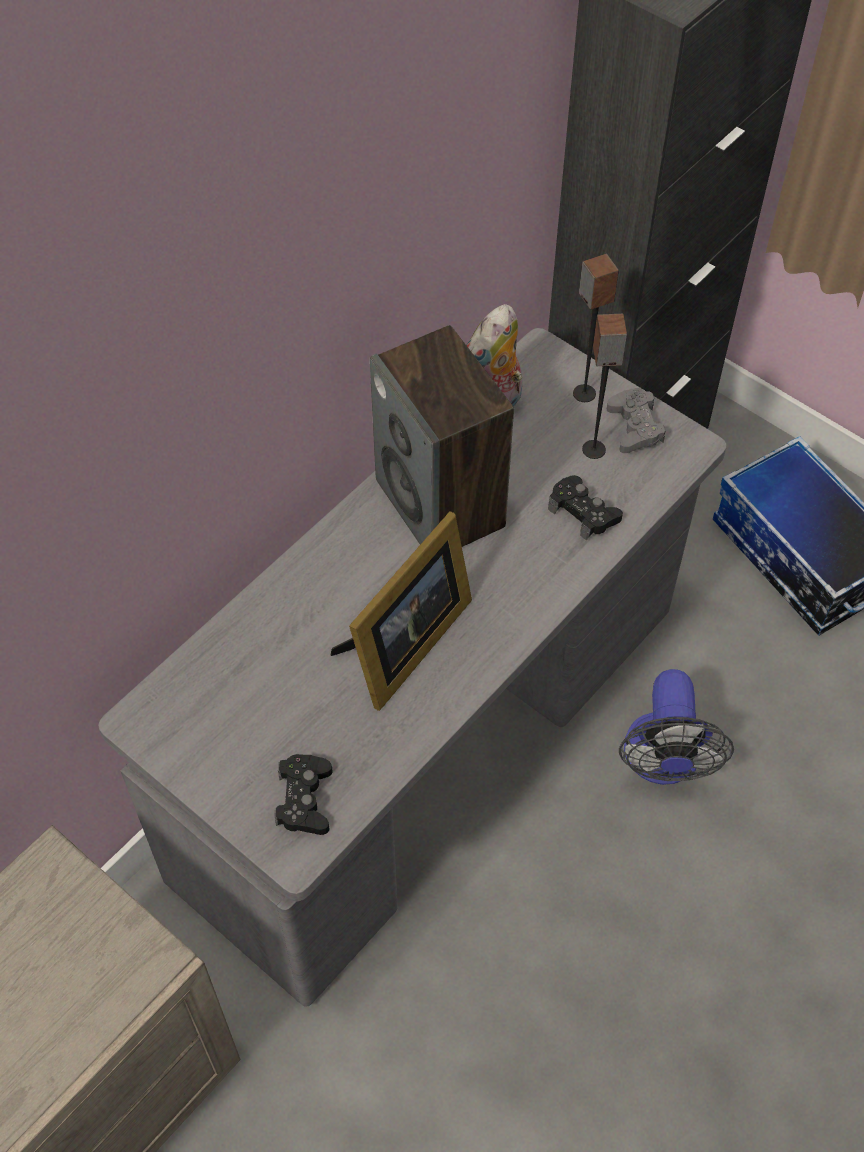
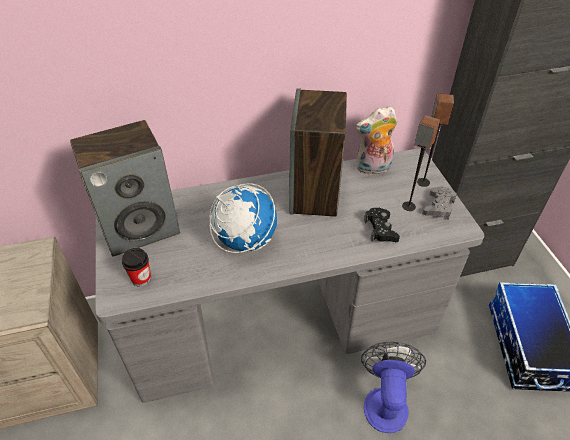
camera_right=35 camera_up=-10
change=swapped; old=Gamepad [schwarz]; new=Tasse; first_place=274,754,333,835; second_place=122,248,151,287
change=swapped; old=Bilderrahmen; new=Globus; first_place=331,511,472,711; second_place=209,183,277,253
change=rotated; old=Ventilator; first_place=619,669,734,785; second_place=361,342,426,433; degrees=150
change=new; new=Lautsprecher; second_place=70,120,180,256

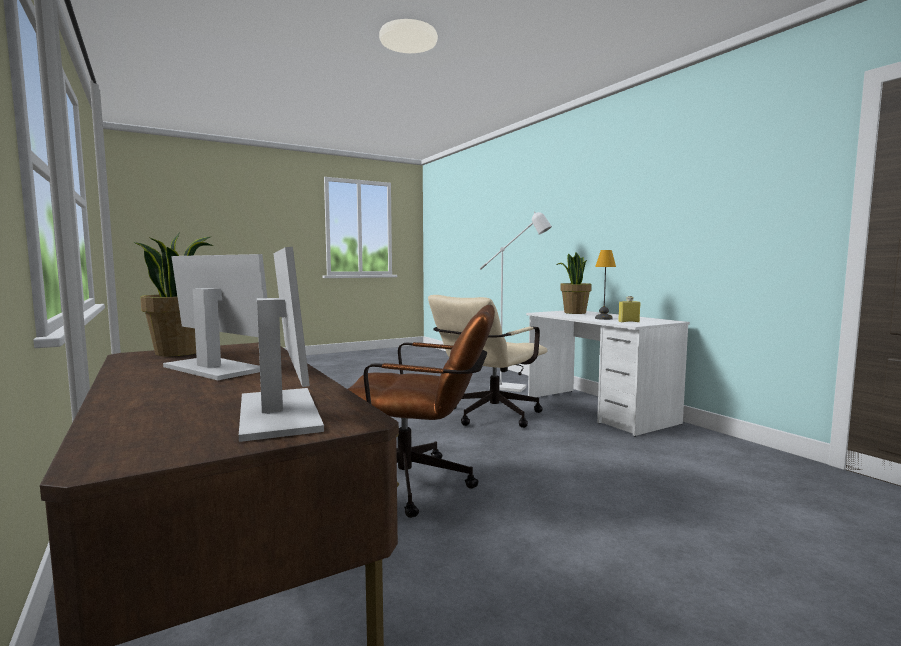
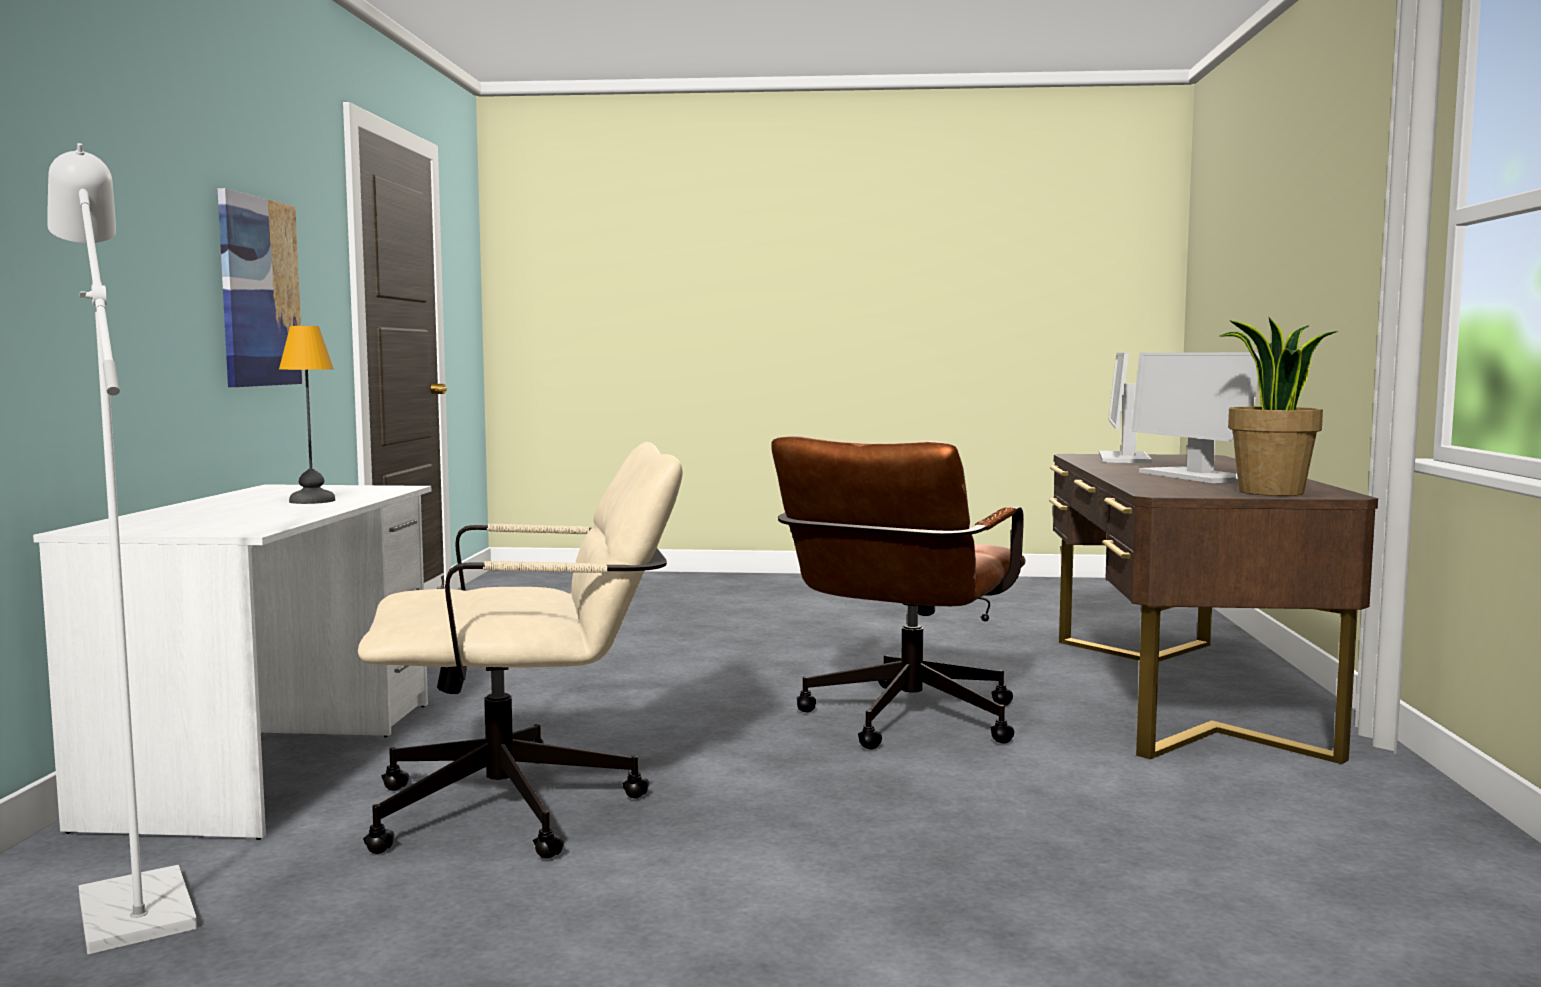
camera_right=-145 camera_up=0
change=rotated; old=Bürostuhl [braun]; first_place=348,305,495,518; second_place=771,436,1025,750; degrees=-105
change=gone; old=Topfpflanze; first_place=557,252,592,314
change=gone; old=Flasche [gelb]; first_place=618,296,640,322
change=new; new=Bild; second_place=218,188,304,387

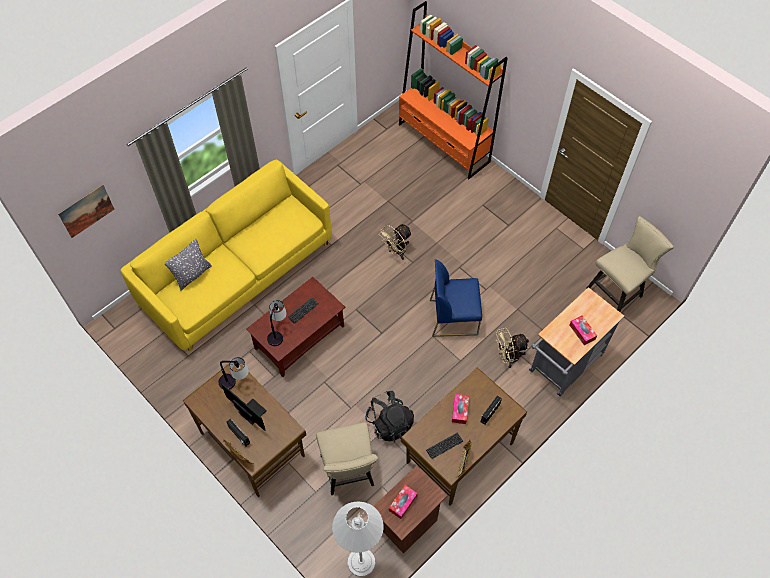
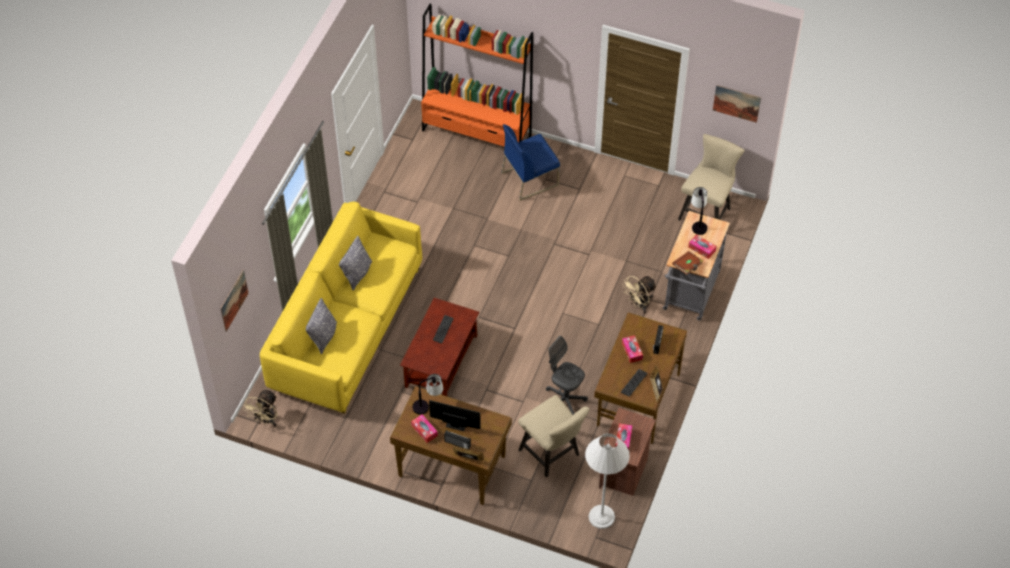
camera_right=-25 camera_up=-5
change=shifted; old=Tischlampe; first_place=267,300,287,346; second_place=691,187,707,235
change=swapped; old=Rucksack [schwarz]; new=Bürostuhl [grau]; first_place=365,391,414,442; second_place=546,336,588,415
change=shifted; old=Ventilator [beige]; first_place=379,224,412,260; second_place=242,389,278,427
change=shifted; old=Stuhl [blau]; first_place=430,259,482,337; second_place=502,124,560,201
change=new; new=Kissen [grau]; second_place=339,236,372,290
change=new; new=Taschentuchbox; second_place=411,414,438,443
change=new; new=Buch [braun]; second_place=672,251,704,275
change=new; new=Bild; second_place=713,85,761,123

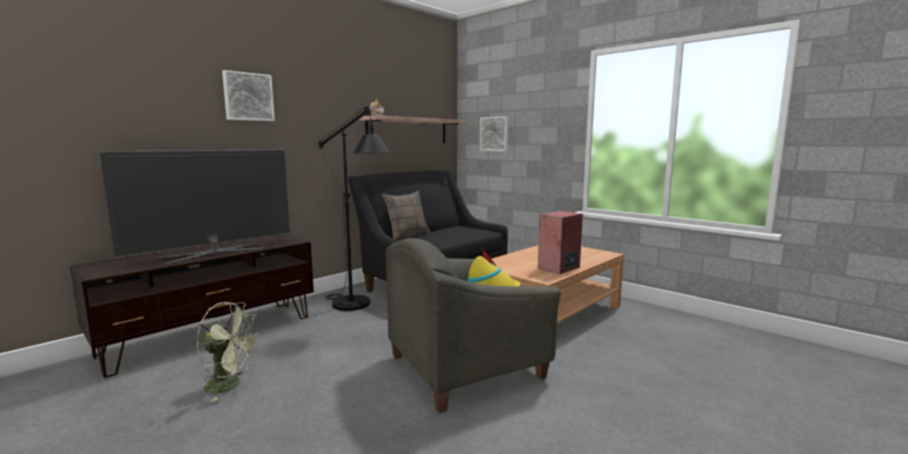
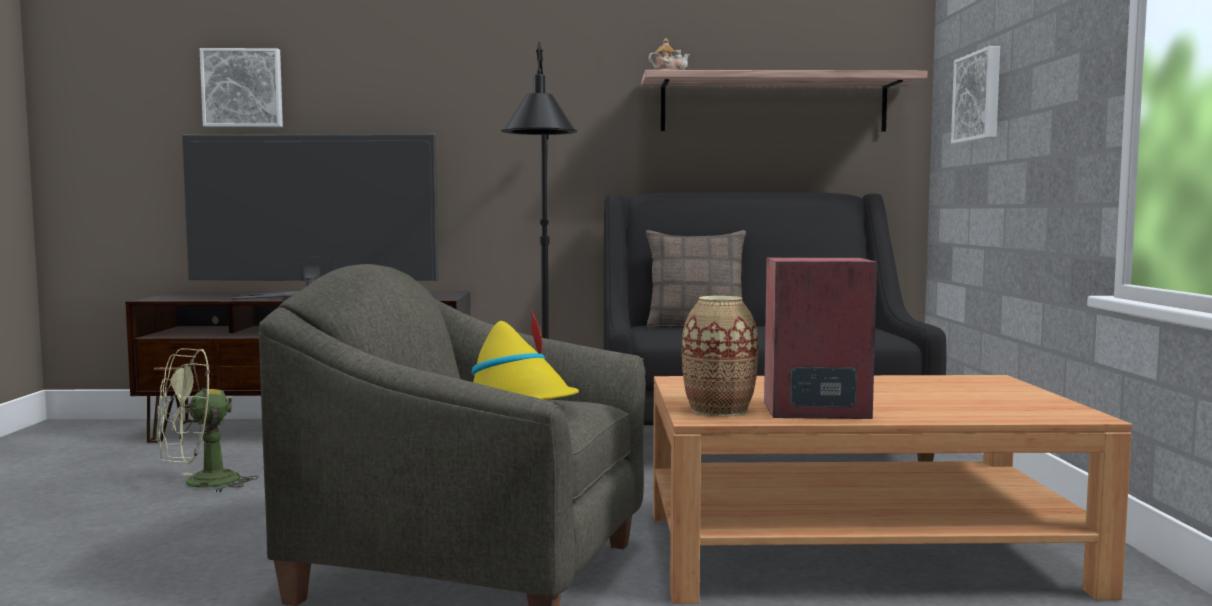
camera_right=45 camera_up=-5
change=rotated; old=Ventilator [grün]; first_place=197,302,261,402; second_place=157,348,259,493; degrees=90
change=shifted; old=Bild; first_place=222,70,275,121; second_place=200,48,283,127
change=new; new=Vase; second_place=682,296,758,416

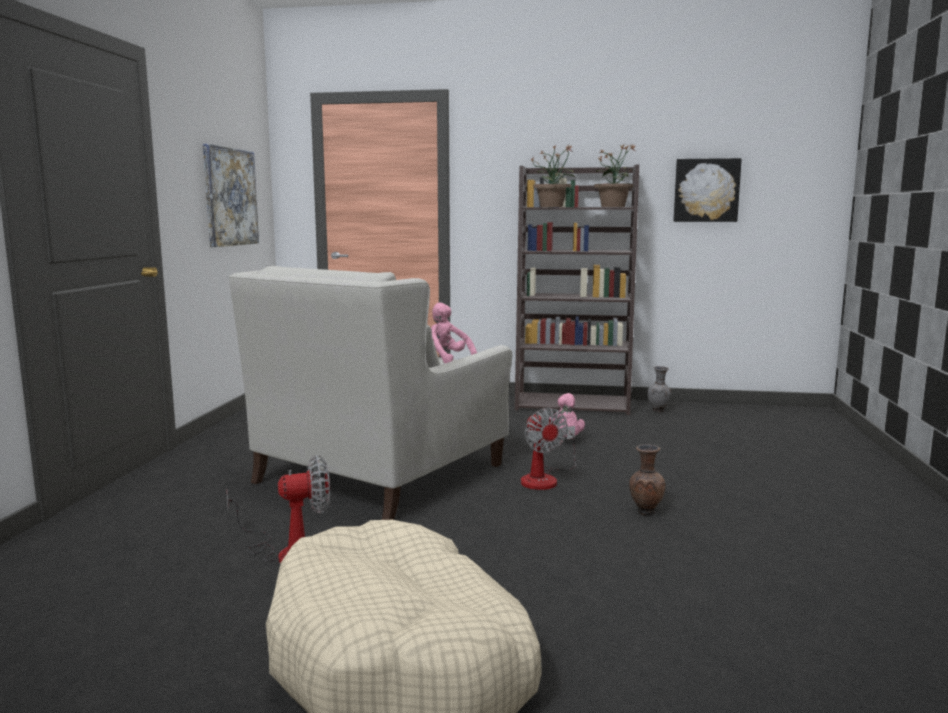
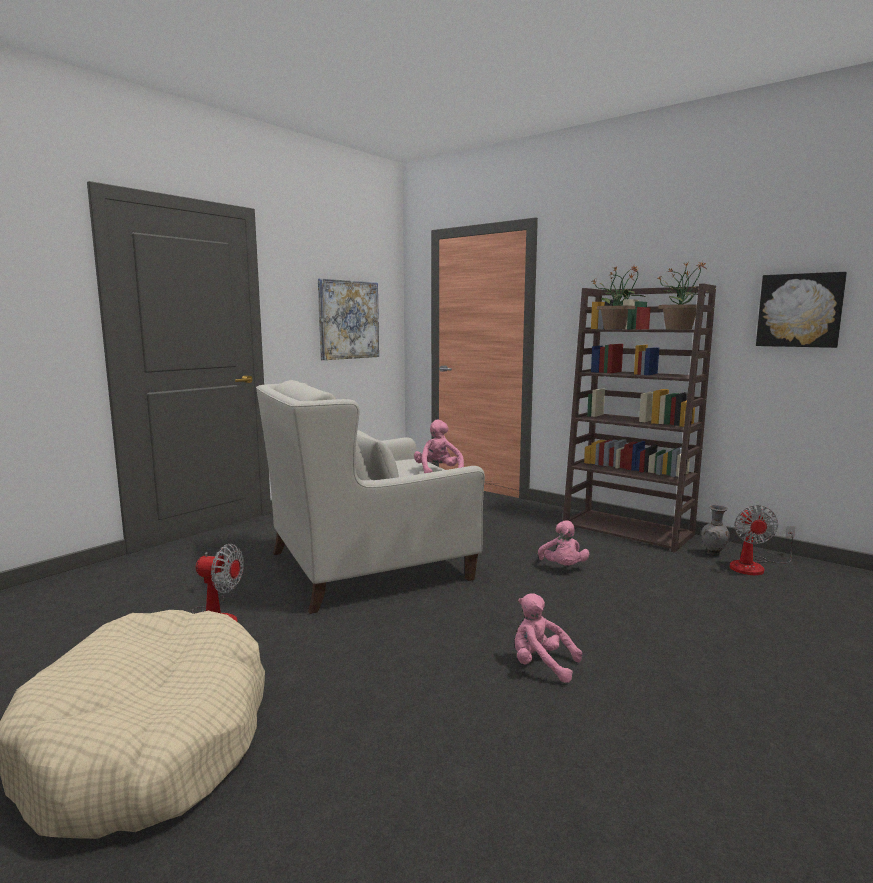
camera_right=30 camera_up=0
change=shifted; old=Ventilator; first_place=521,407,576,490; second_place=730,505,795,575
change=swapped; old=Vase [braun]; new=Plüschtier [rosa]; first_place=629,444,665,515; second_place=515,593,582,683

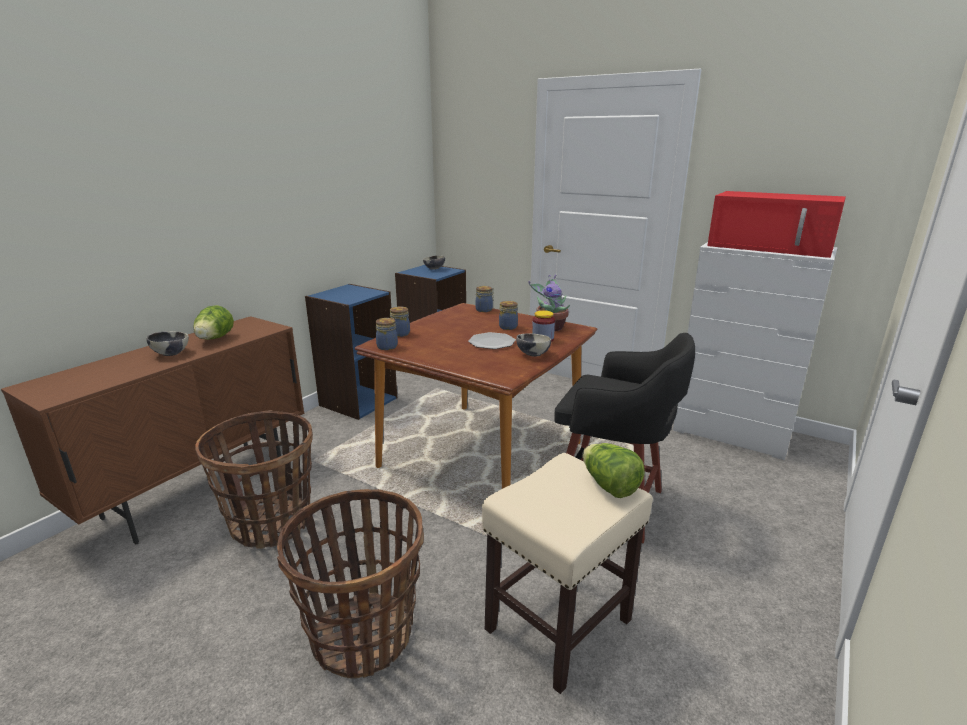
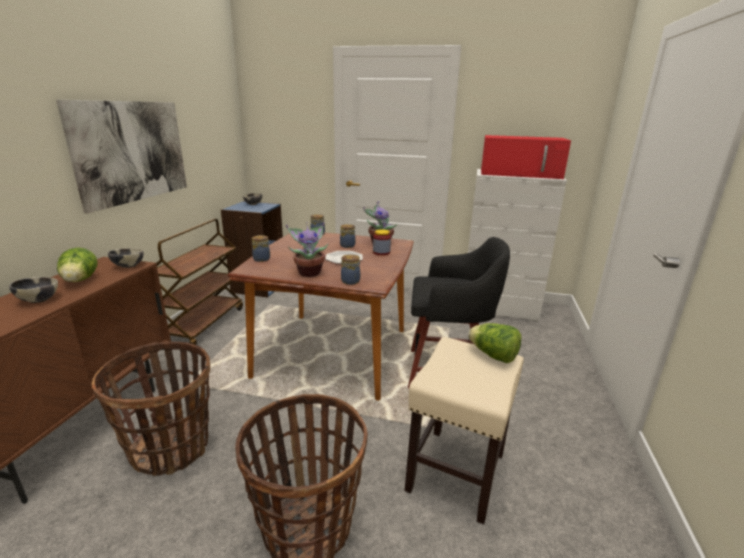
camera_right=-20 camera_up=0
change=swapped; old=Bücherregal [blau]; new=Rollwagen [braun]; first_place=305,284,397,420; second_place=156,219,243,345
change=shifted; old=Vorratsglas; first_place=376,318,398,350; second_place=341,254,360,285
change=shifted; old=Schüssel; first_place=516,334,551,356; second_place=108,248,144,268
change=new; new=Bild; second_place=56,100,187,214
change=new; new=Topfpflanze; second_place=286,222,329,277

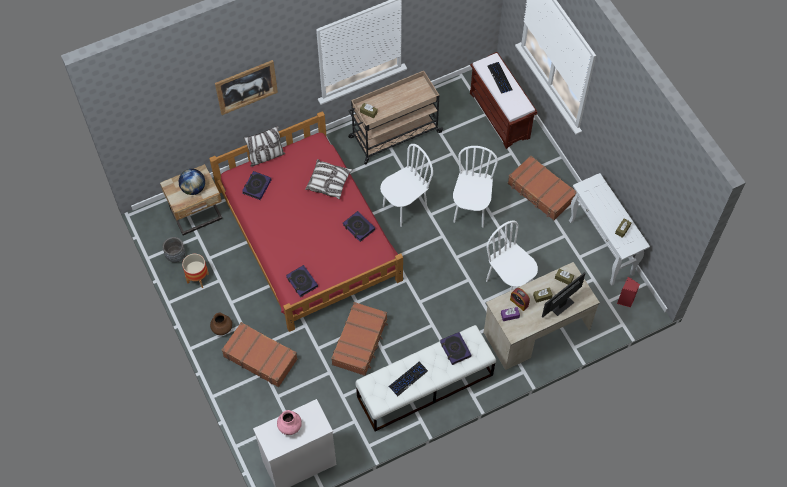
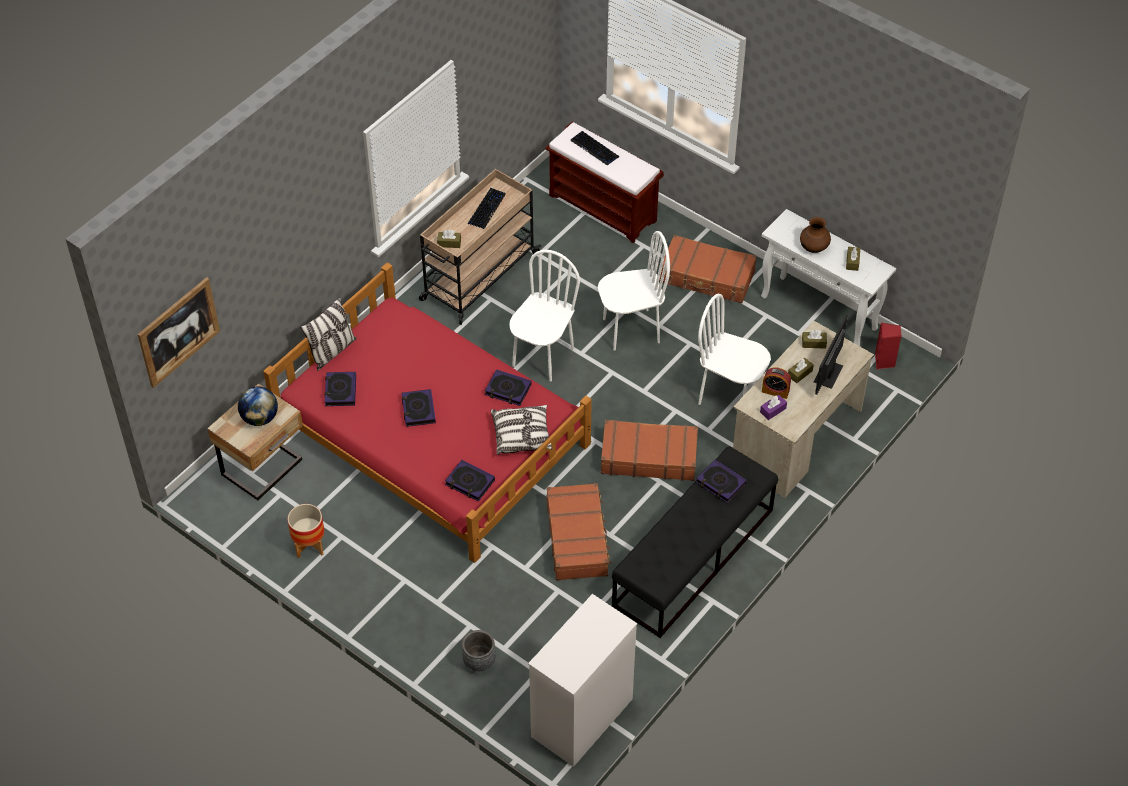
camera_right=-25 camera_up=-10
change=shifted; old=Pflanzkübel [grau]; first_place=163,237,185,262; second_place=462,630,495,671
change=shifted; old=Vase [braun]; first_place=210,313,232,335; second_place=800,217,831,253
change=shifted; old=Bild; first_place=215,60,278,115; second_place=138,277,220,388
change=shifted; old=Koffer [braun]; first_place=222,322,298,388; second_place=601,420,698,481
change=gone; old=Vase [rosa]; first_place=277,410,302,435
change=shifted; old=Kissen; first_place=305,159,352,199; second_place=491,405,553,455
change=repainted; old=Bank [weiß]; new=Bank [schwarz]; first_place=355,325,496,432; second_place=612,446,778,638
change=shifted; old=Tastatur; first_place=388,362,428,396; second_place=468,188,506,229
change=rotated; old=Stuhl [weiß]; first_place=453,146,498,228; second_place=598,231,670,351; degrees=90
change=new; new=Buch; second_place=402,389,436,427

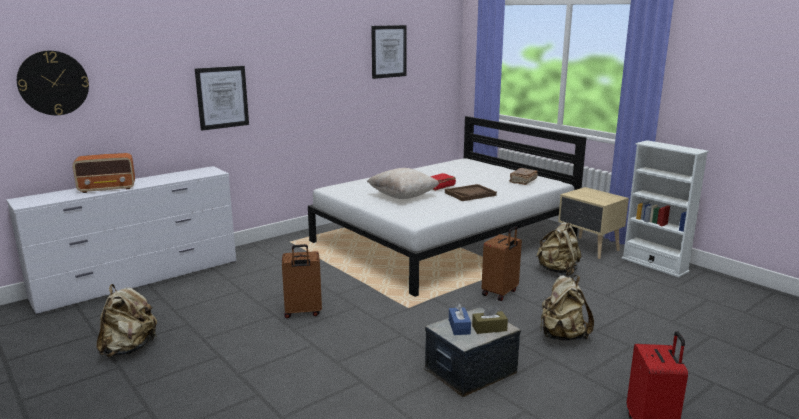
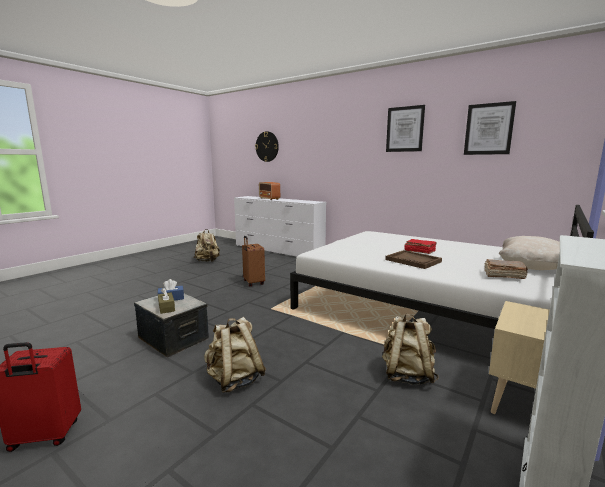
camera_right=75 camera_up=-5
change=shifted; old=Bild; first_place=195,66,249,131; second_place=386,105,425,152
change=shifted; old=Kissen [beige]; first_place=367,168,439,199; second_place=499,236,560,270
change=gone; old=Koffer [braun]; first_place=482,226,522,301

